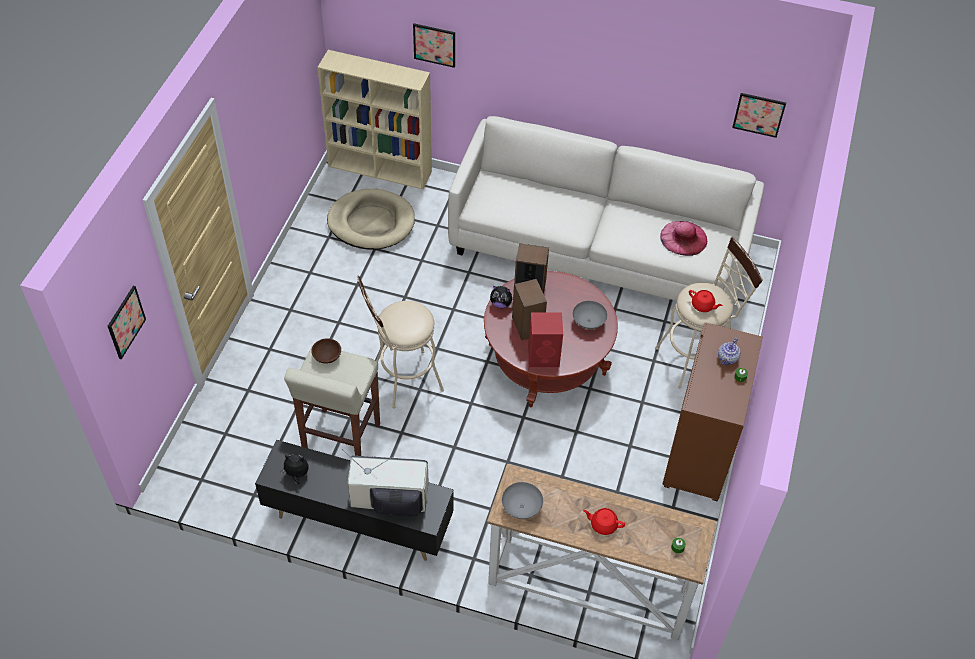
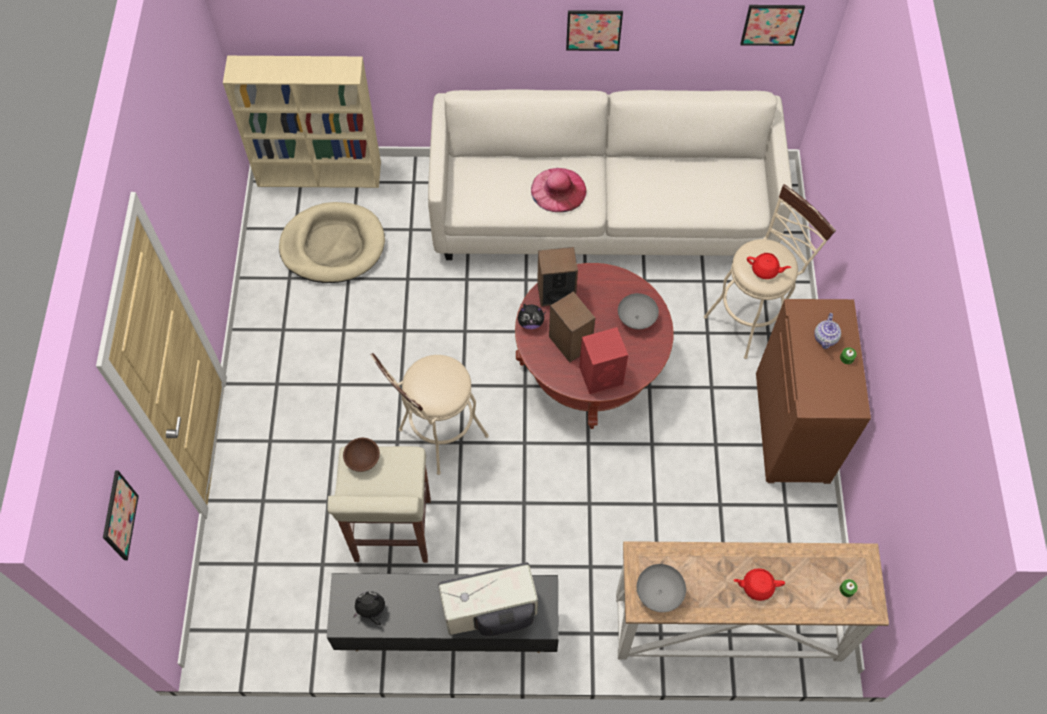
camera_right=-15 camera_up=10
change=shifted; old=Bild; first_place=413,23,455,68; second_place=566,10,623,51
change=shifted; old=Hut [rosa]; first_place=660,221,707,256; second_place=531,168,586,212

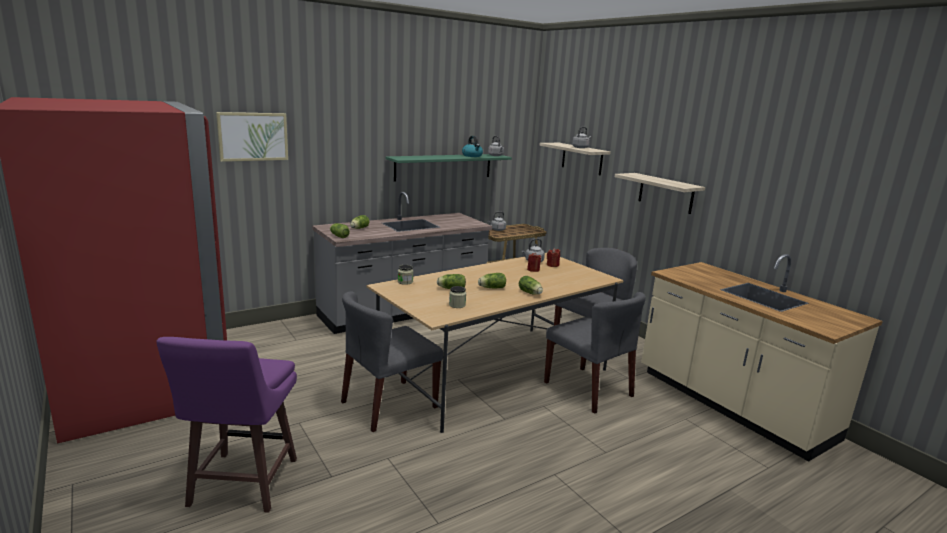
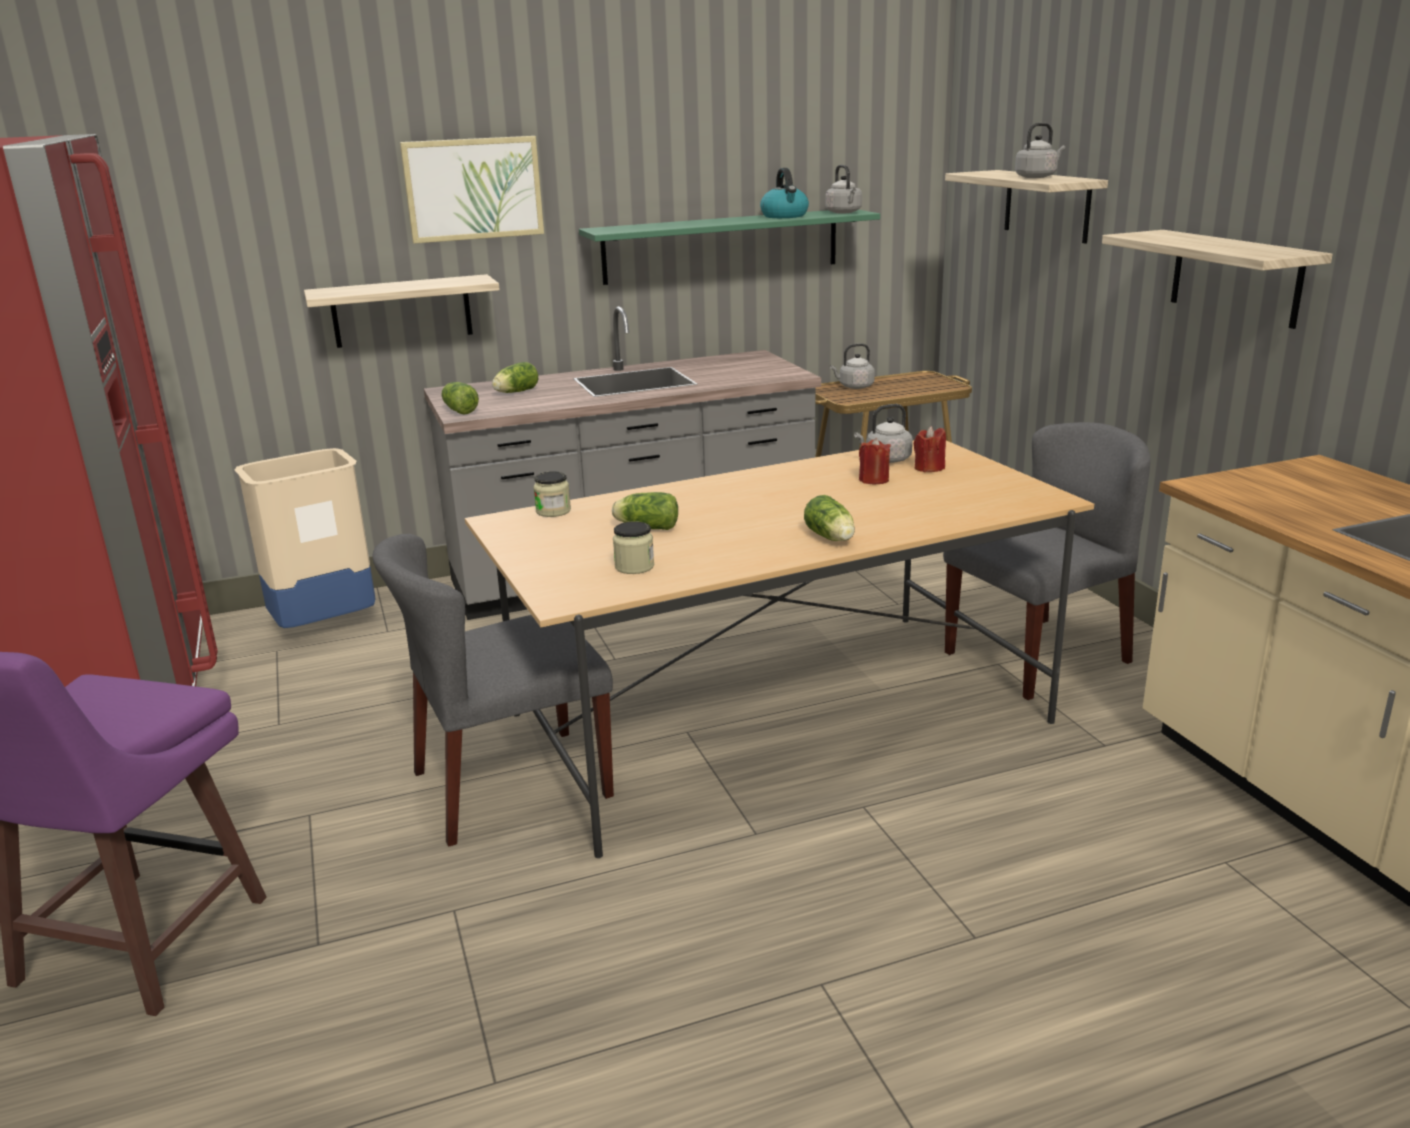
camera_right=15 camera_up=5
change=shifted; old=Bild; first_place=216,112,288,162; second_place=400,136,544,244
change=gone; old=Salatkopf; first_place=478,273,506,289
change=gone; old=Stuhl [grau]; first_place=544,292,646,414
change=new; new=Mülleimer [beige]; second_place=235,448,376,628
change=new; new=Wandregal; second_place=304,274,500,348

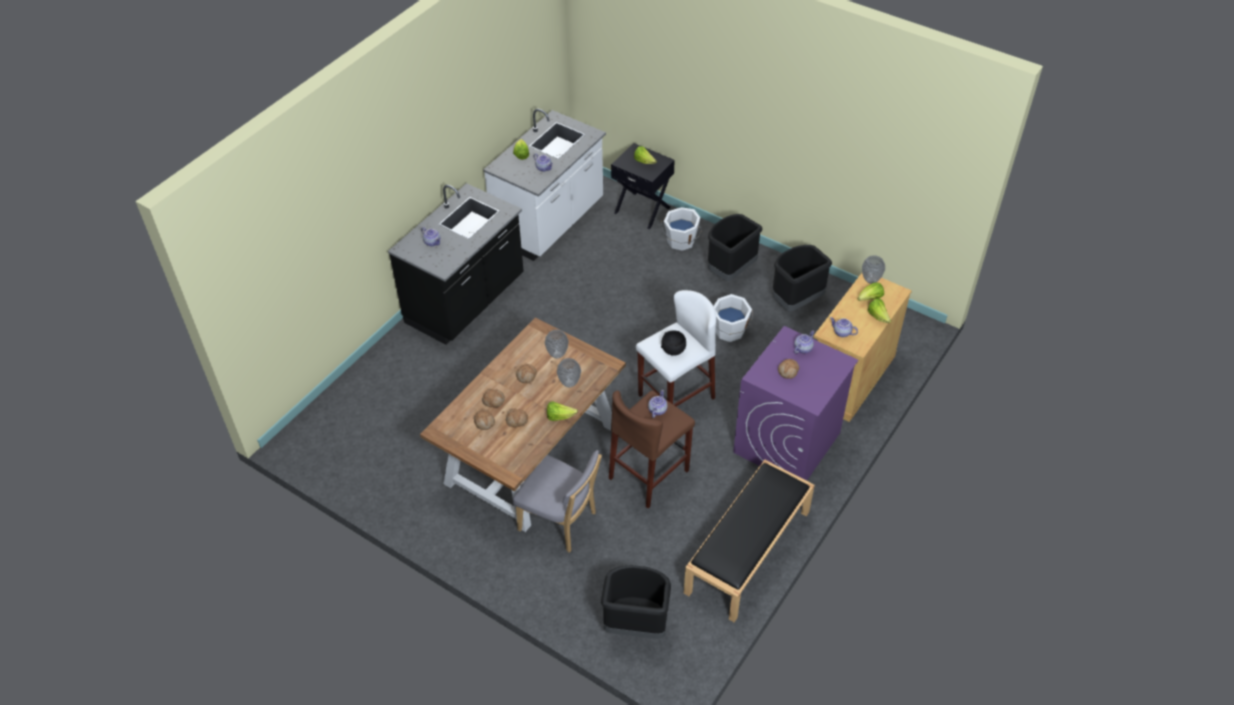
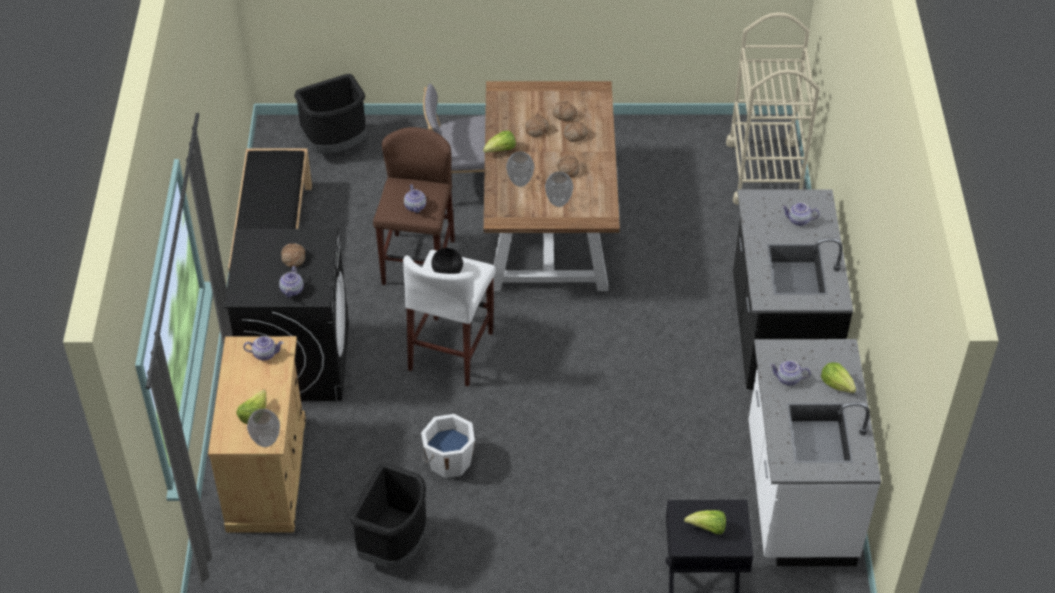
camera_right=145 camera_up=0
change=gone; old=Eimer [weiß]; first_place=661,207,702,251
change=gone; old=Mülleimer [schwarz]; first_place=707,214,762,281
change=repainted; old=Waschmaschine [lila]; new=Waschmaschine [schwarz]; first_place=733,326,858,481; second_place=224,229,349,401
change=gone; old=Salatkopf; first_place=868,298,891,323
change=new; new=Rollwagen [beige]; second_place=726,12,820,205

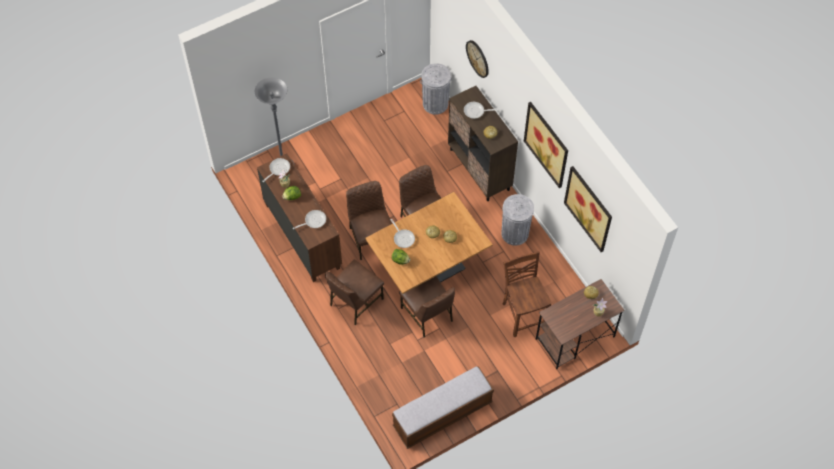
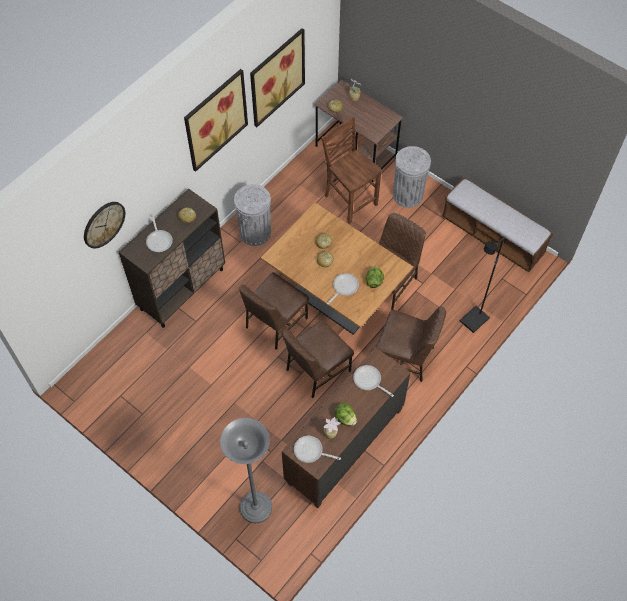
camera_right=-110 camera_up=0
change=shifted; old=Mülleimer [grau]; first_place=420,63,452,115; second_place=393,146,431,208
change=rotated; old=Stuhl [braun]; first_place=503,251,552,337; second_place=321,117,382,224; degrees=90
change=new; new=Stehlampe [schwarz]; second_place=460,237,504,333

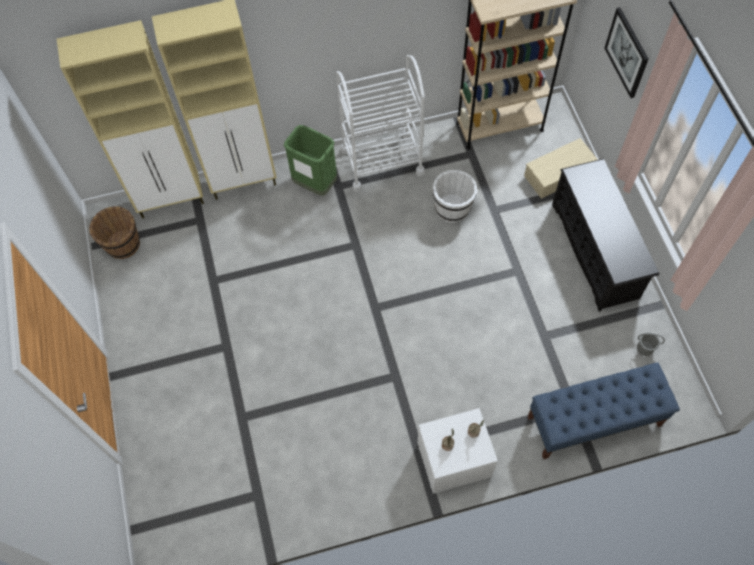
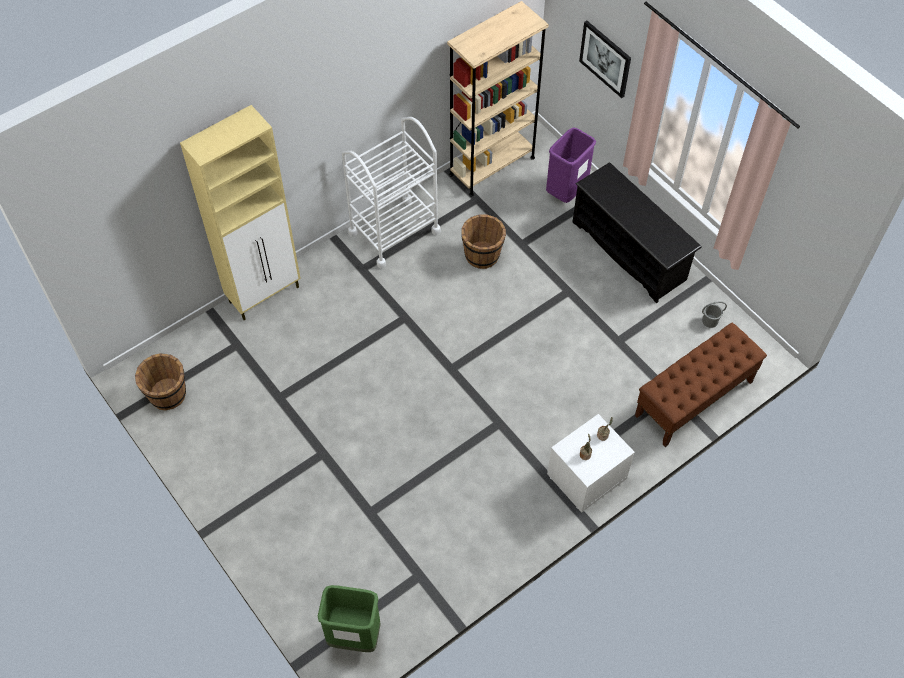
camera_right=-25 camera_up=-5
change=gone; old=Schrank [beige]; first_place=57,20,204,219
change=shifted; old=Mülleimer [grün]; first_place=284,125,337,196; second_place=318,585,381,652
change=repainted; old=Eimer [weiß]; new=Eimer [braun]; first_place=433,170,477,223; second_place=461,215,506,269
change=swapped; old=Aufbewahrungsbox [beige]; new=Mülleimer [lila]; first_place=524,138,598,199; second_place=546,127,596,203
change=repainted; old=Bank [blau]; new=Bank [braun]; first_place=527,362,680,460; second_place=635,323,767,447

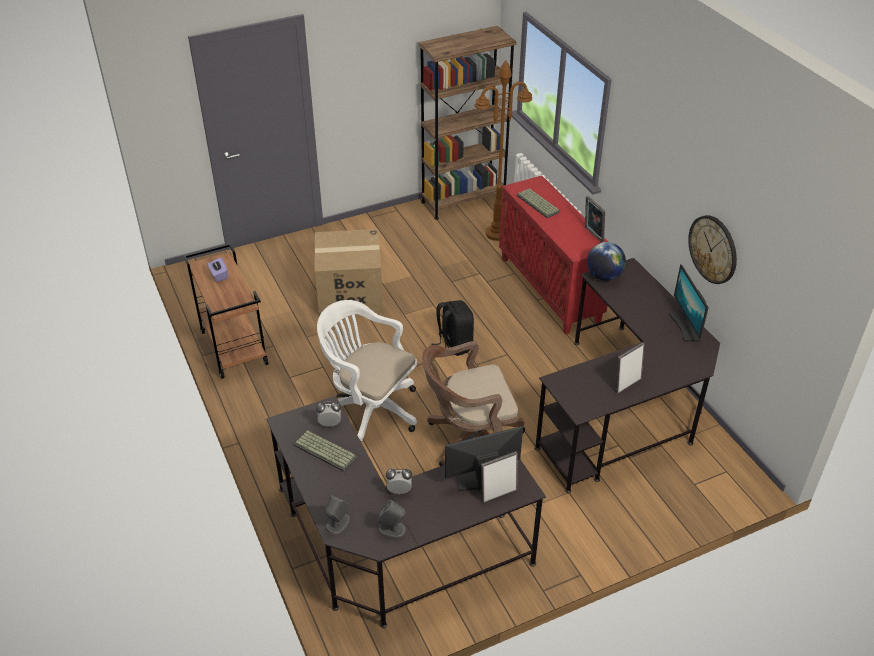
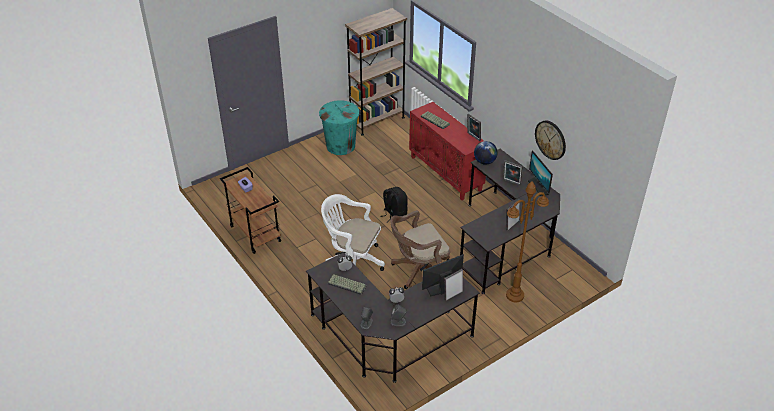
camera_right=-10 camera_up=0
change=gone; old=Karton; first_place=315,229,383,316
change=shifted; old=Stehlampe [braun]; first_place=475,60,532,241; second_place=506,181,549,302
change=new; new=Mülleimer [türkis]; second_place=319,100,359,155
change=new; new=Bilderrahmen; second_place=503,160,523,186

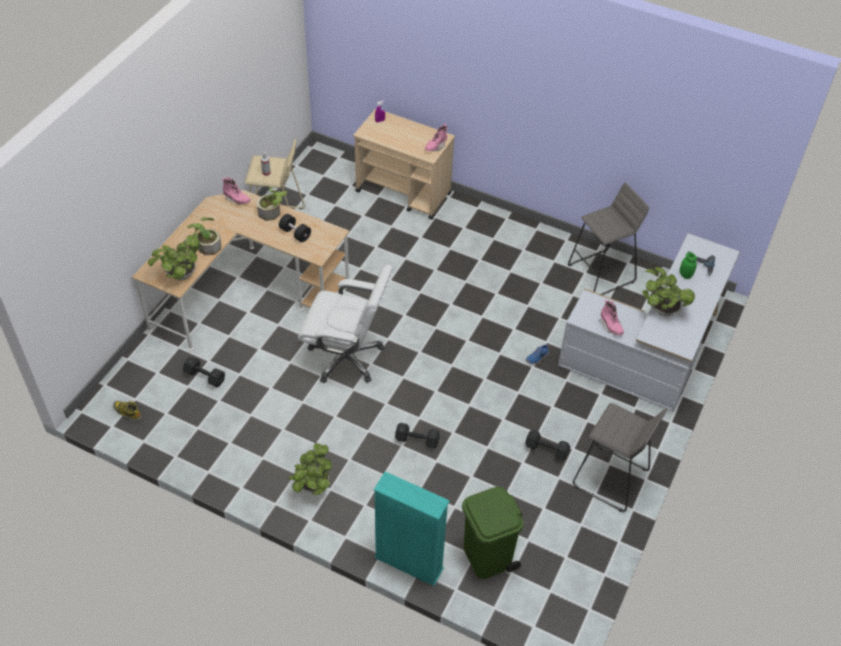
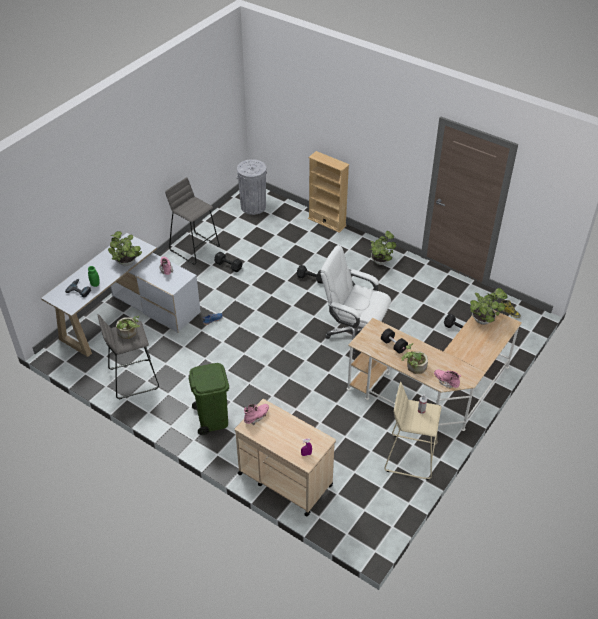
camera_right=-170 camera_up=-5
change=shifted; old=Topfpflanze; first_place=187,217,221,255; second_place=116,316,140,339
change=repainted; old=Bücherregal [türkis]; new=Bücherregal [beige]; first_place=373,472,450,586; second_place=308,151,350,233
change=shifted; old=Mülleimer [grün]; first_place=462,487,524,579; second_place=188,363,229,435
change=new; new=Mülleimer [grau]; second_place=237,159,267,215

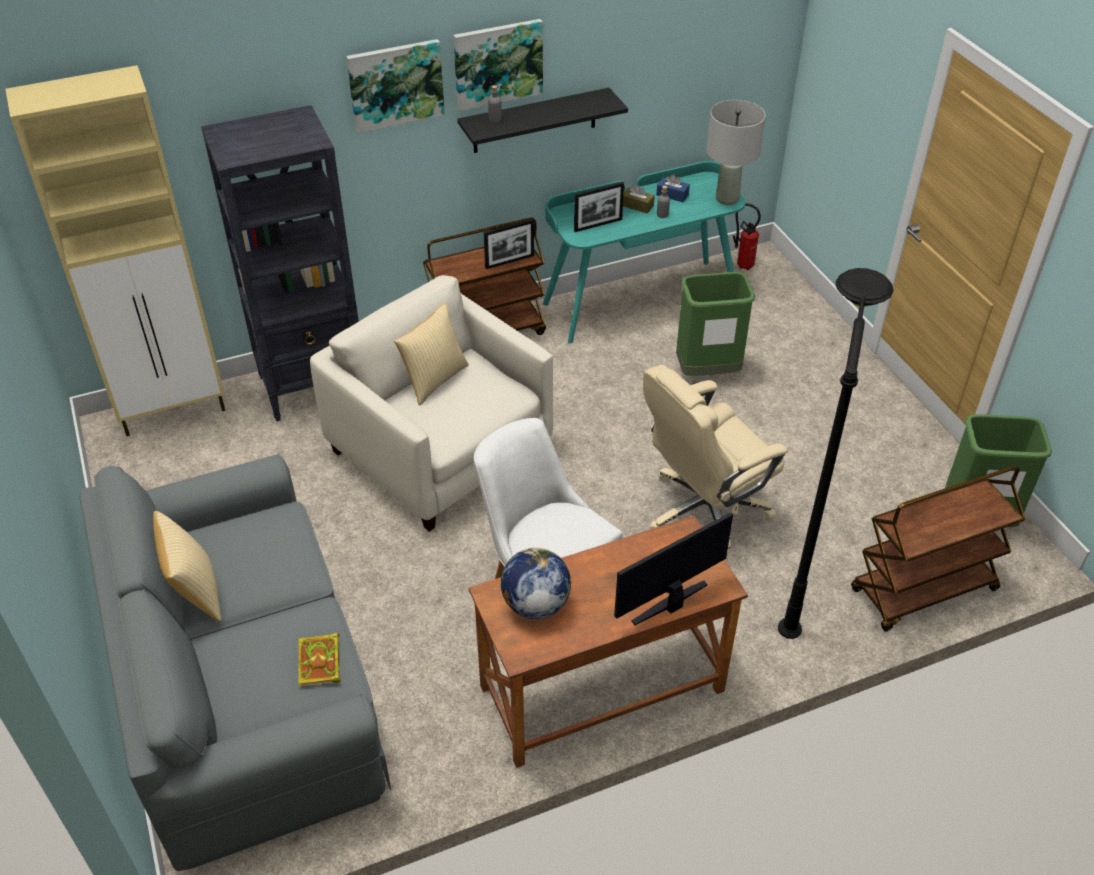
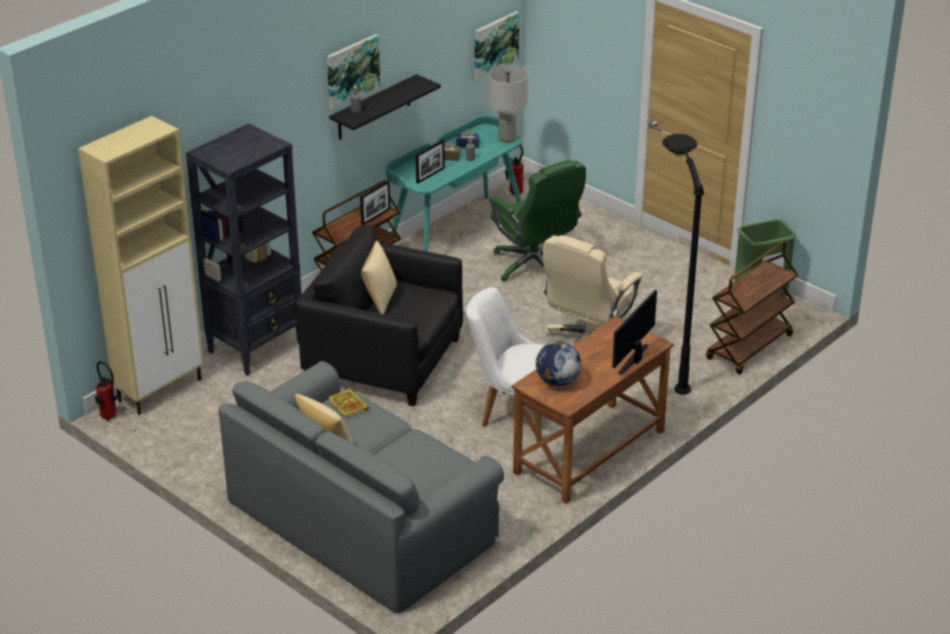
camera_right=-25 camera_up=-10
change=shifted; old=Buch; first_place=298,633,341,687; second_place=329,388,369,418
change=repainted; old=Sessel [beige]; new=Sessel [schwarz]; first_place=310,275,553,532; second_place=297,225,463,406
change=shifted; old=Bild; first_place=346,39,445,133; second_place=475,11,520,80
change=swapped; old=Mülleimer [grün]; new=Bürostuhl [grün]; first_place=676,272,755,376; second_place=489,160,586,282
change=new; new=Feuerlöscher; second_place=95,361,119,420

